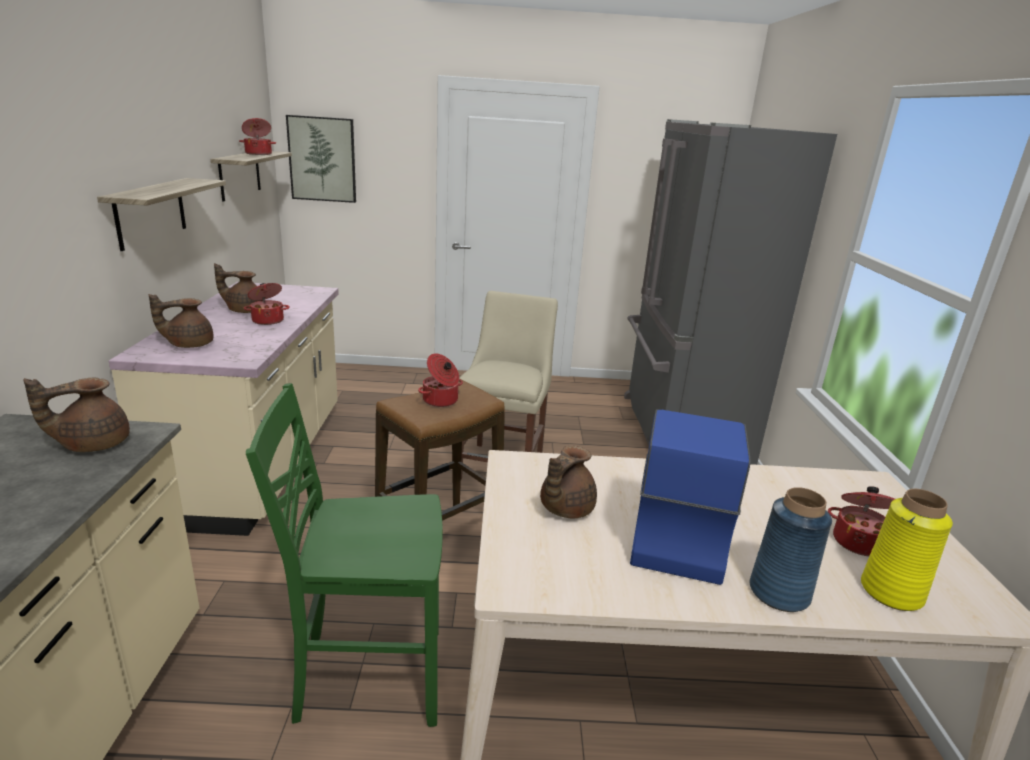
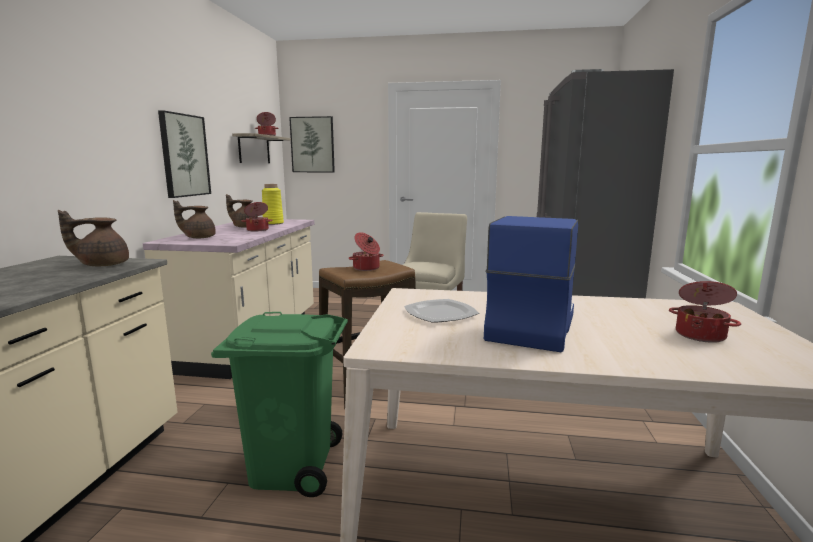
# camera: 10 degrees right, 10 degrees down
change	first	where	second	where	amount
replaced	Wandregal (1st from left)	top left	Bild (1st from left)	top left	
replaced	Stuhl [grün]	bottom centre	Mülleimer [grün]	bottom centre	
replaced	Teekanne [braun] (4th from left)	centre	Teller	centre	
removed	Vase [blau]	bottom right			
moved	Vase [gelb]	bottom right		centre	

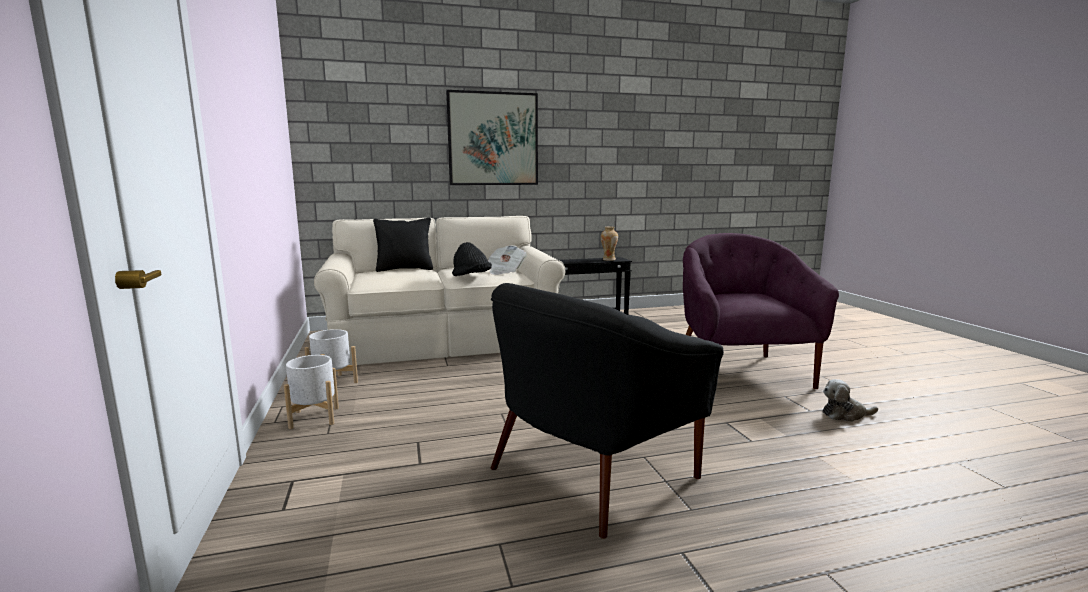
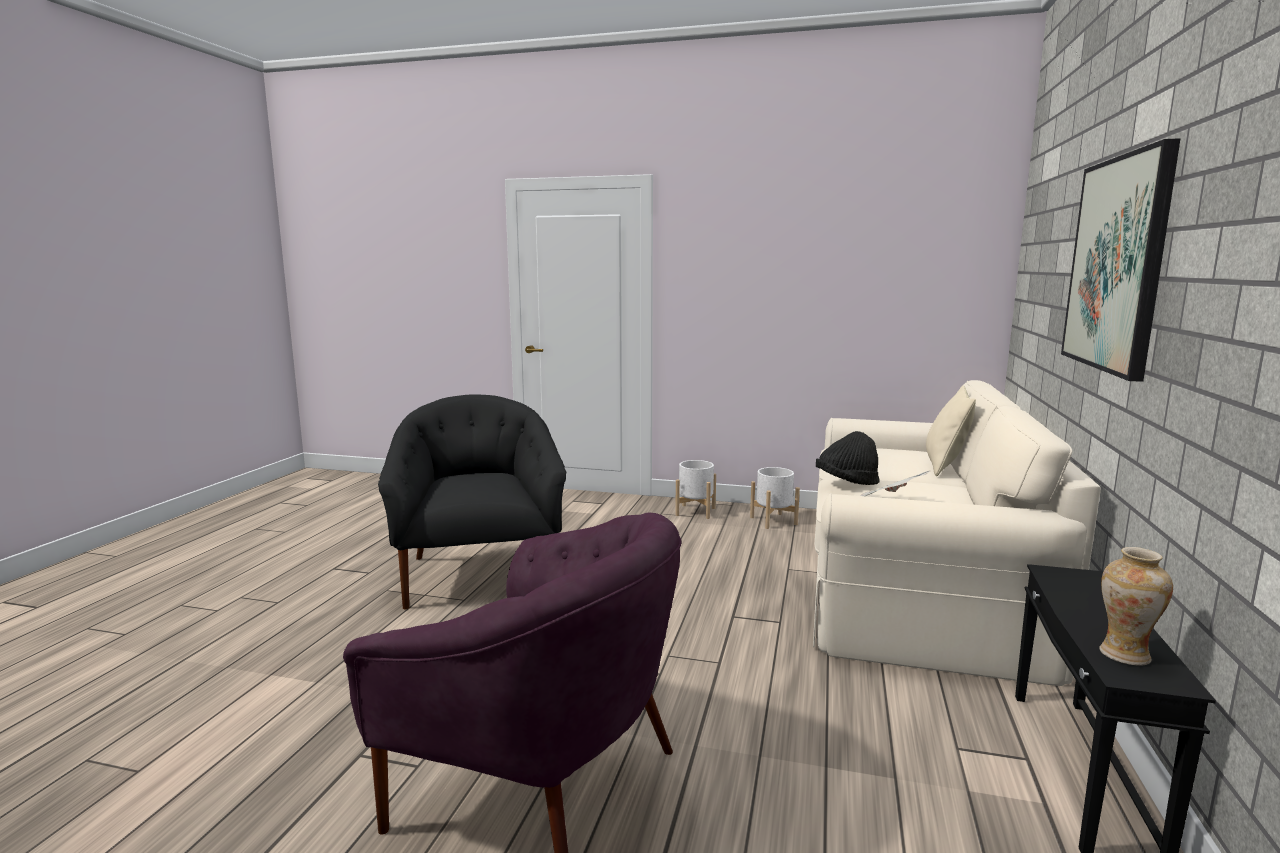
# camera: 120 degrees right, 0 degrees up
change	first	where	second	where	amount
recoloured	Kissen [schwarz]	centre	Kissen [beige]	middle right	
removed	Plüschtier	bottom right			

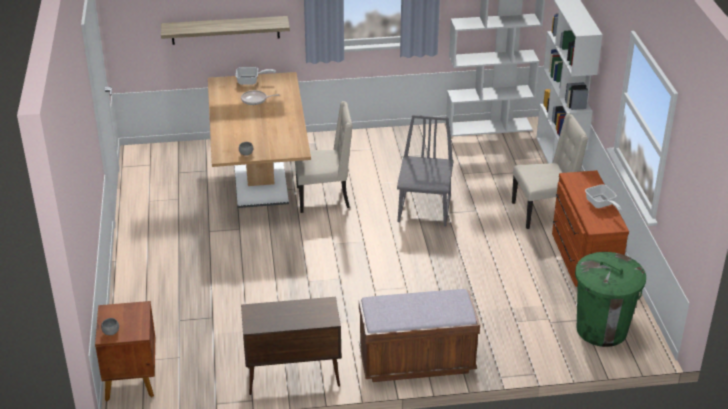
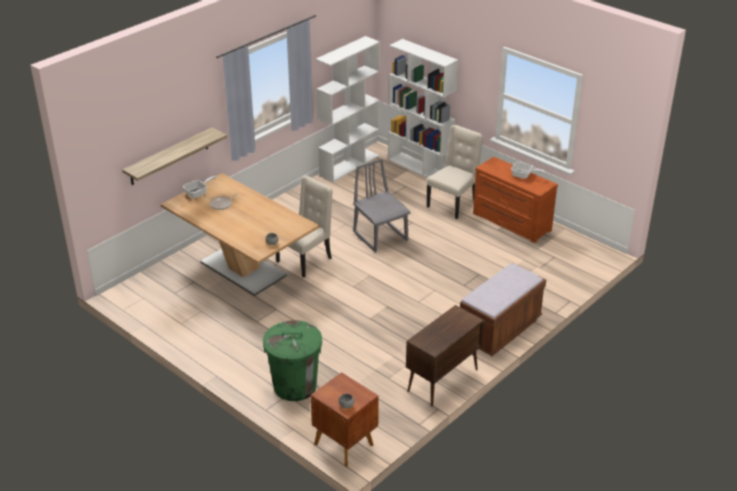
# camera: 40 degrees left, 0 degrees up
change	first	where	second	where	amount
moved	Mülleimer [grün]	bottom right		bottom centre	

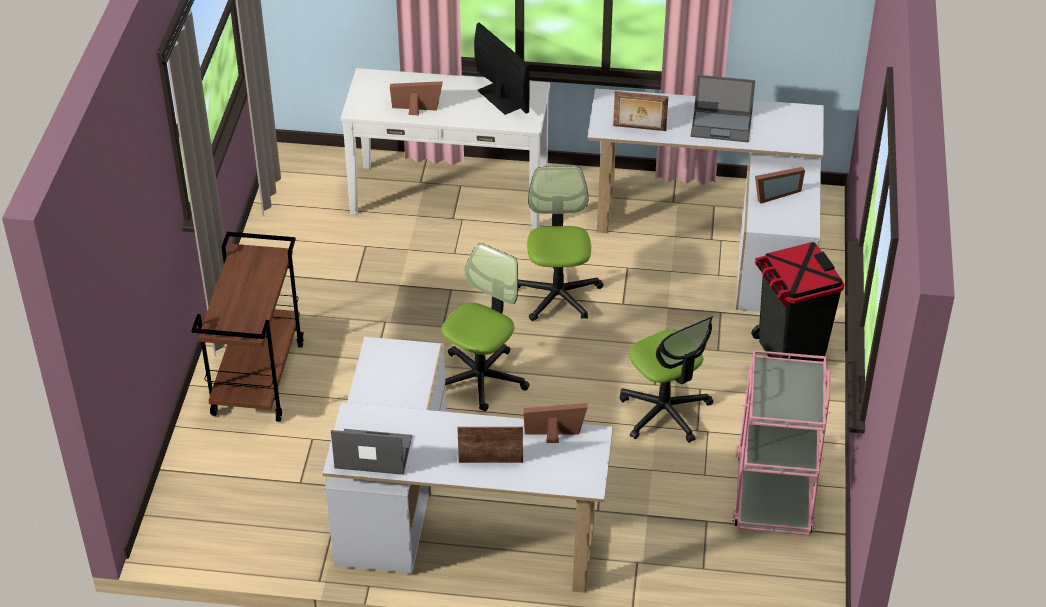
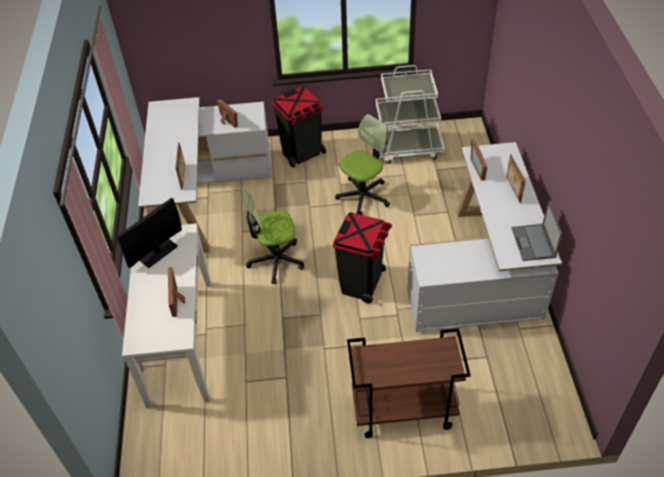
# camera: 100 degrees left, 5 degrees up
change	first	where	second	where	amount
removed	Laptop (2nd from left)	top right			
replaced	Bürostuhl (1st from left)	centre	Mülleimer [schwarz] (2nd from left)	centre	
recoloured	Rollwagen [rosa]	bottom right	Rollwagen [weiß]	top centre	

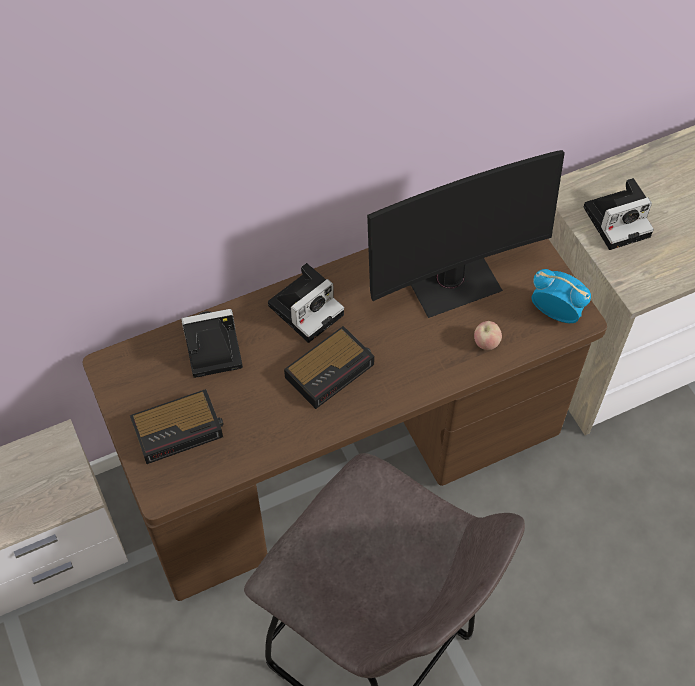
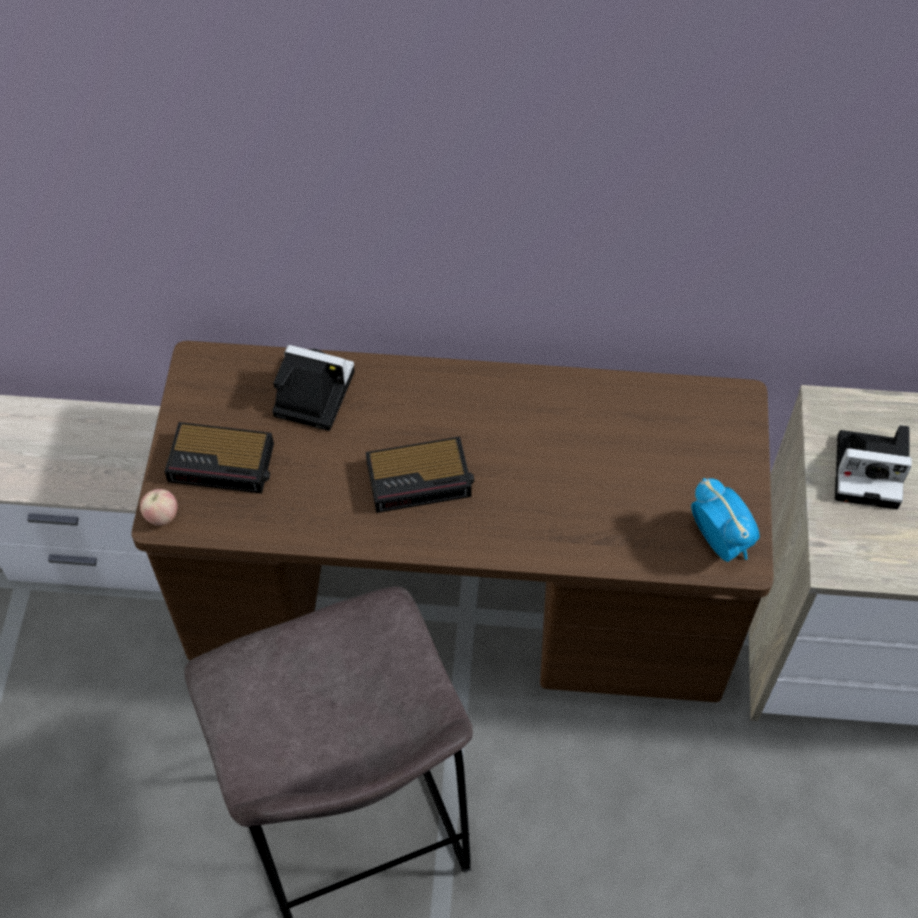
# camera: 30 degrees right, 0 degrees up
change	first	where	second	where	amount
removed	Monitor	middle right			
removed	Kamera (2nd from left)	centre			
moved	Apfel	middle right		middle left	

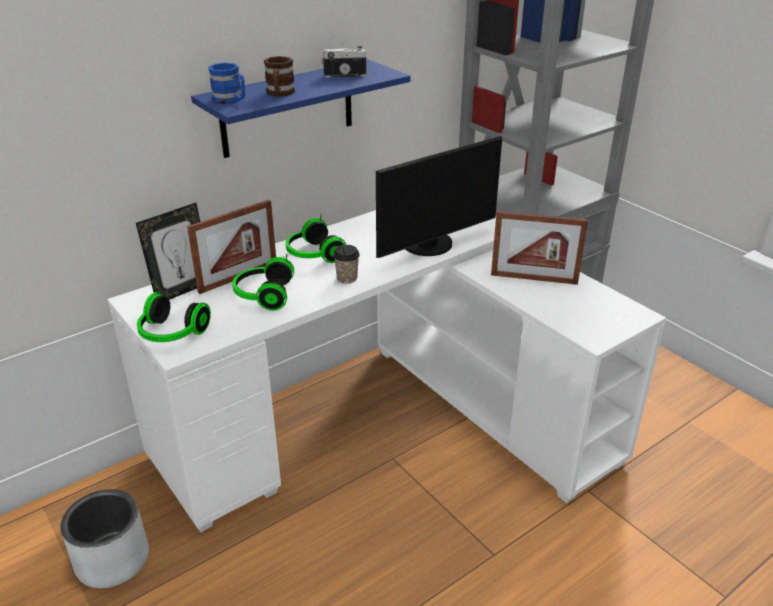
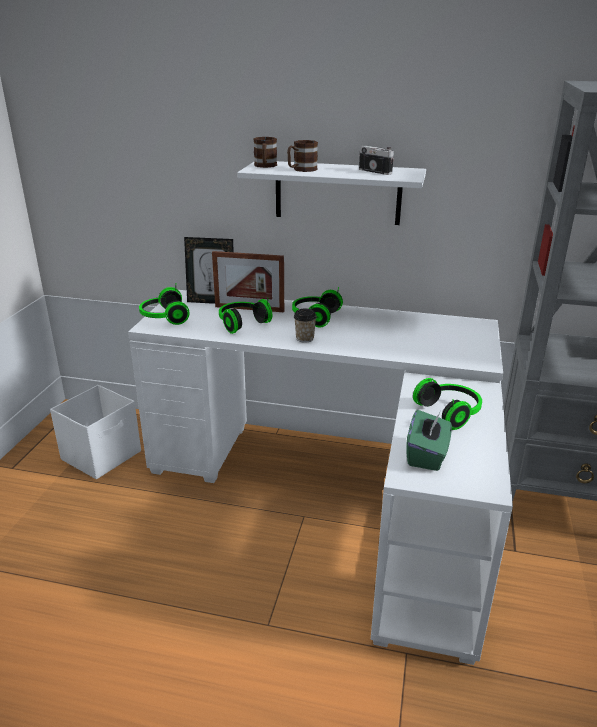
# camera: 50 degrees right, 5 degrees down
change	first	where	second	where	amount
recoloured	Wandregal [blau]	top centre	Wandregal [weiß]	top centre	
recoloured	Henkelbecher [blau]	top left	Henkelbecher [braun] (1st from left)	top centre	
removed	Monitor	top centre			
replaced	Bilderrahmen (3rd from left)	middle right	Kopfhörer (4th from left)	middle right	
replaced	Pflanzkübel [grau]	bottom left	Aufbewahrungsbox [weiß]	middle left	
added			Taschentuchbox [grün]	middle right	

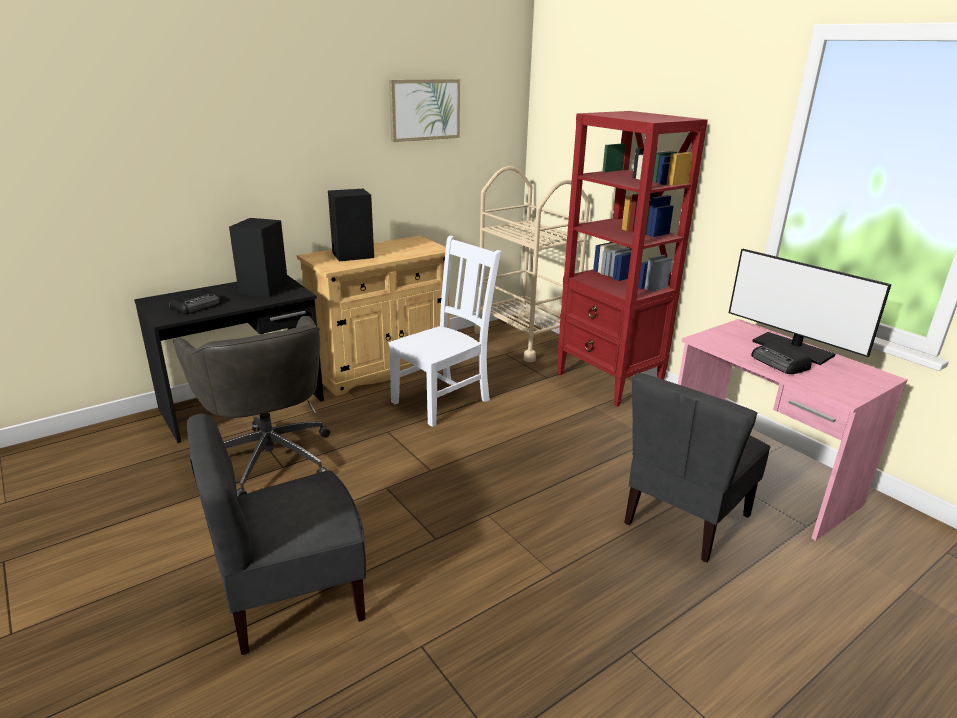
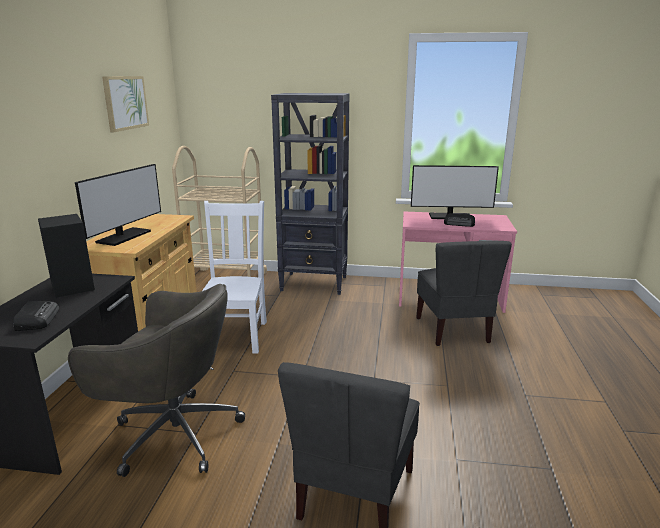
# camera: 45 degrees left, 5 degrees down
change	first	where	second	where	amount
recoloured	Bücherregal [rot]	centre	Bücherregal [schwarz]	centre	
replaced	Lautsprecher [schwarz] (2nd from left)	top centre	Monitor (1st from left)	middle left	

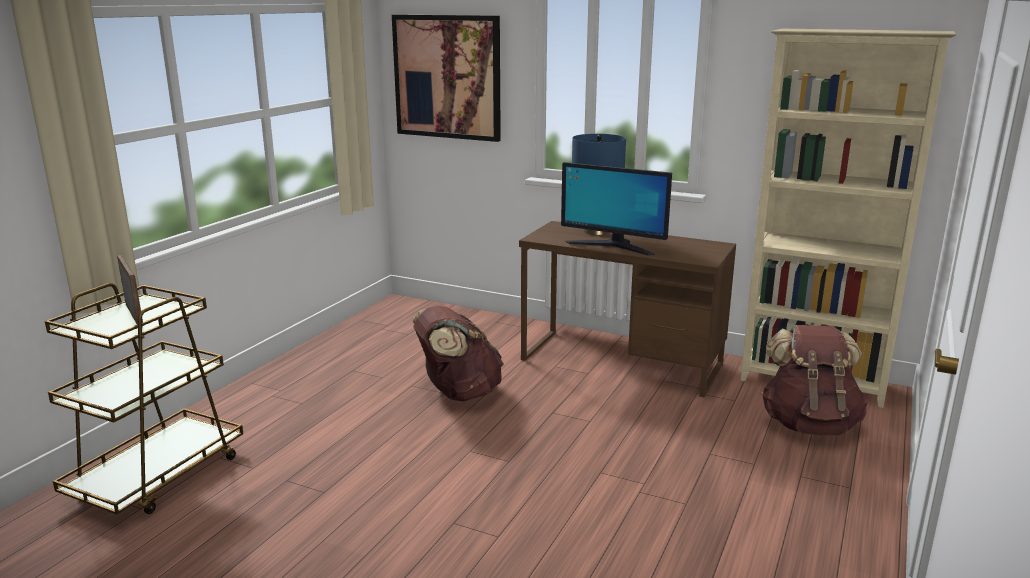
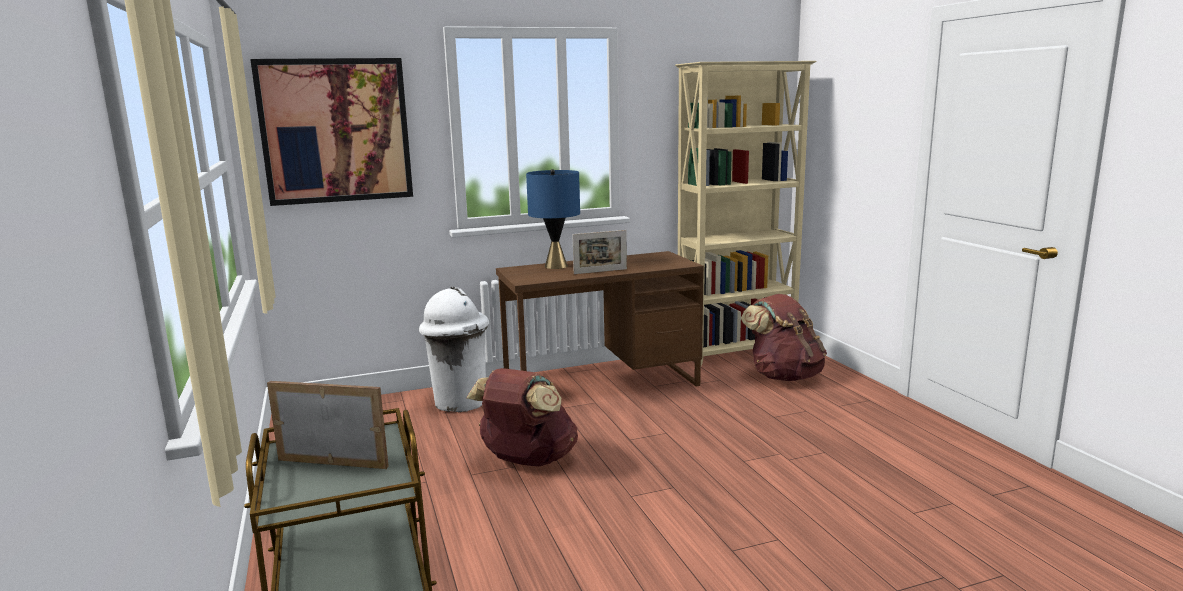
# camera: 45 degrees left, 5 degrees down
change	first	where	second	where	amount
replaced	Monitor	centre	Bilderrahmen (2nd from left)	centre	
added			Mülleimer [weiß]	centre	

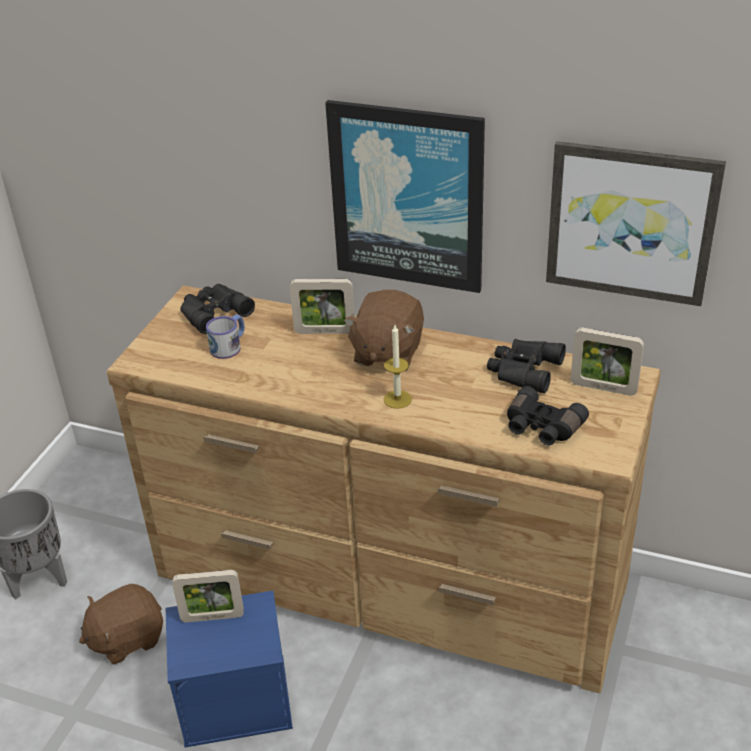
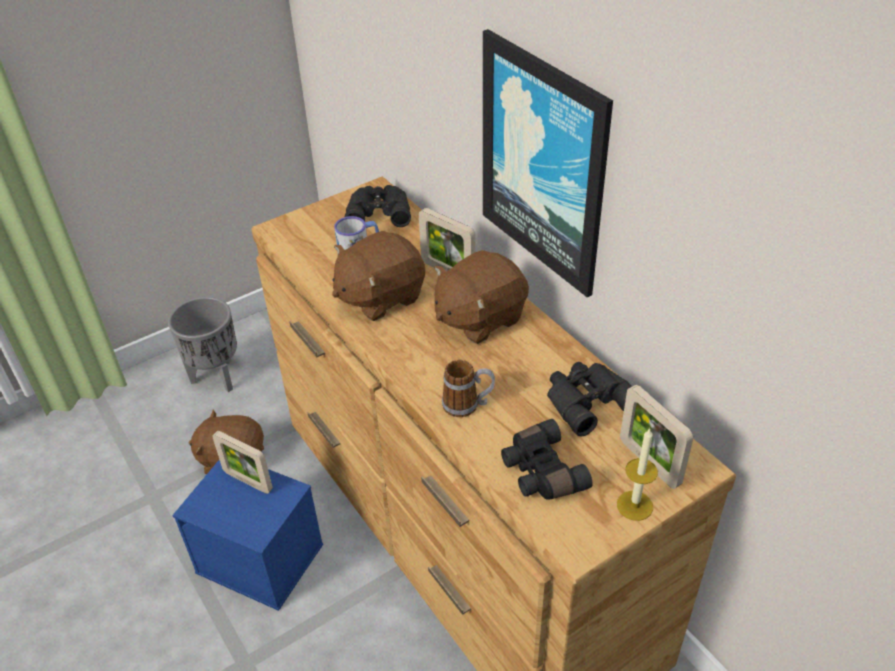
# camera: 35 degrees right, 5 degrees up
change	first	where	second	where	amount
removed	Bild (2nd from left)	top right			
moved	Kerze	centre		bottom right	
added			Plüschtier [braun] (2nd from left)	centre	
added			Henkelbecher (2nd from left)	centre	

